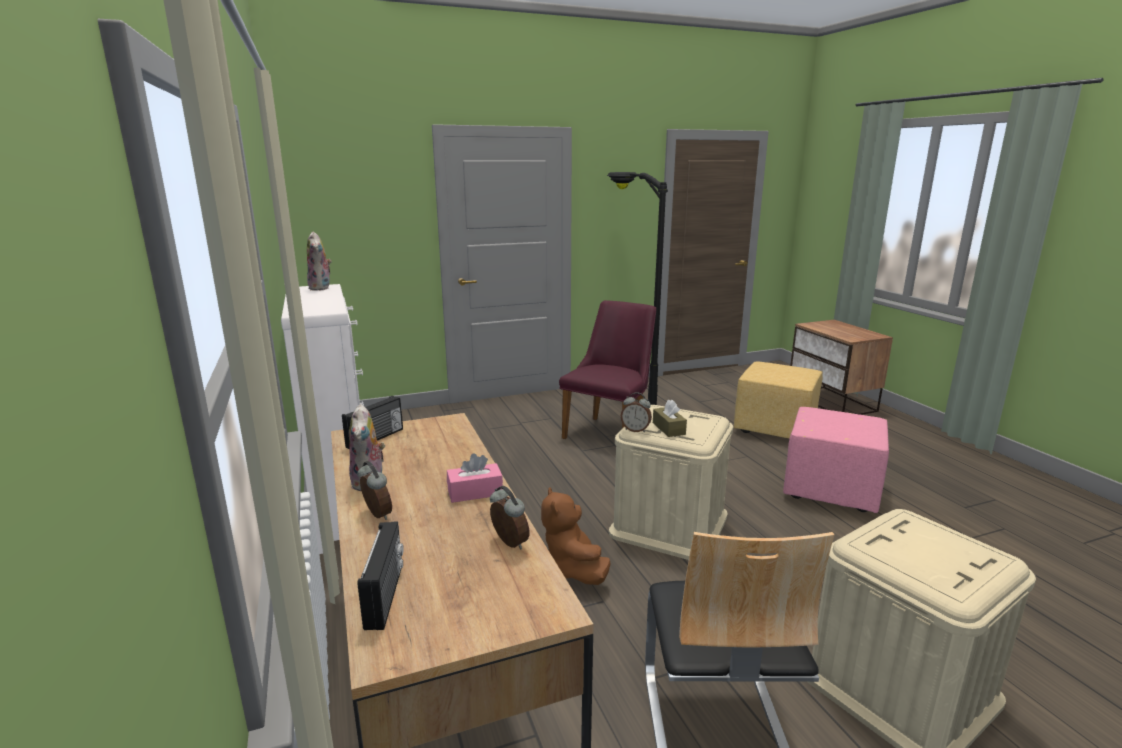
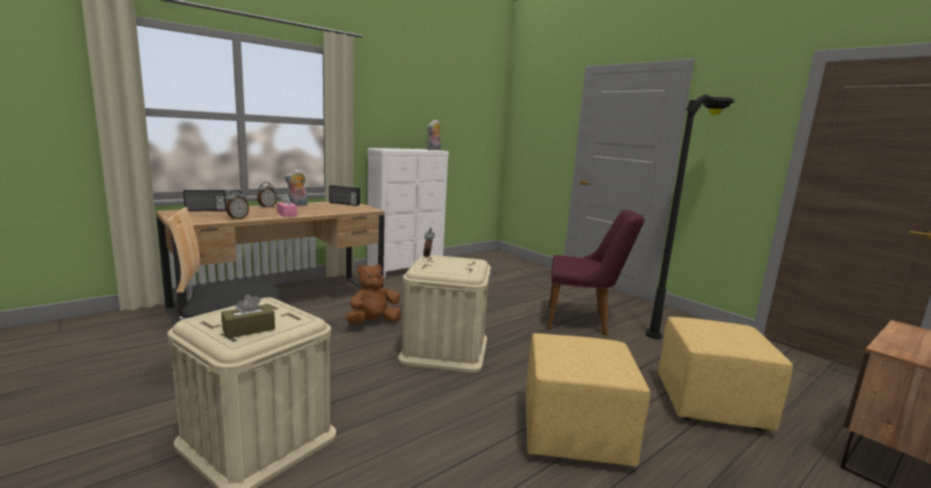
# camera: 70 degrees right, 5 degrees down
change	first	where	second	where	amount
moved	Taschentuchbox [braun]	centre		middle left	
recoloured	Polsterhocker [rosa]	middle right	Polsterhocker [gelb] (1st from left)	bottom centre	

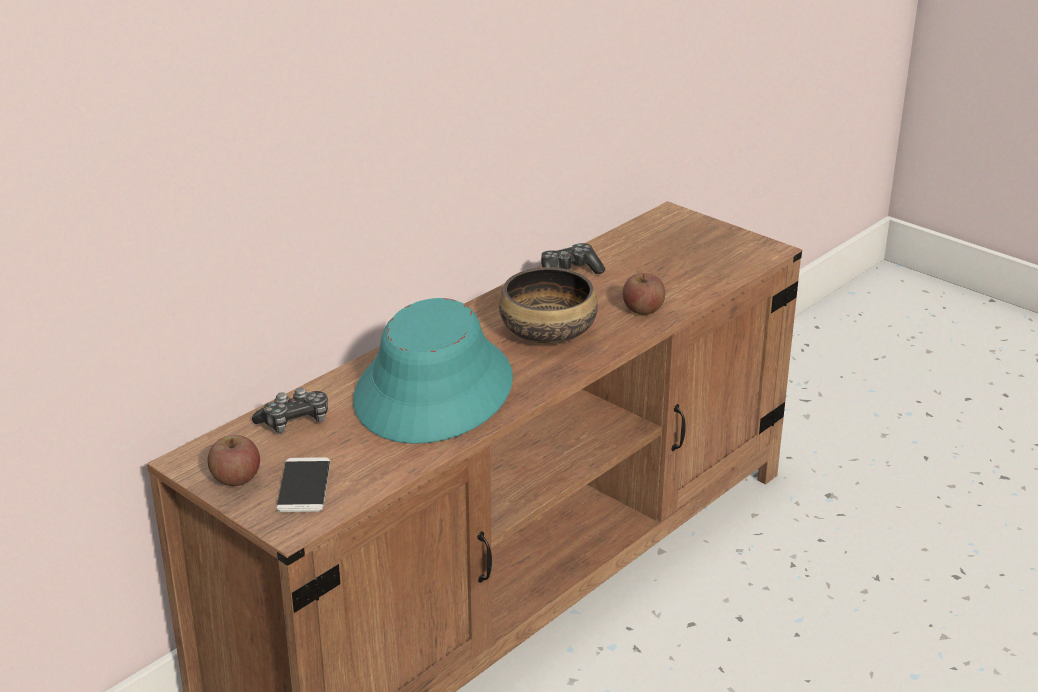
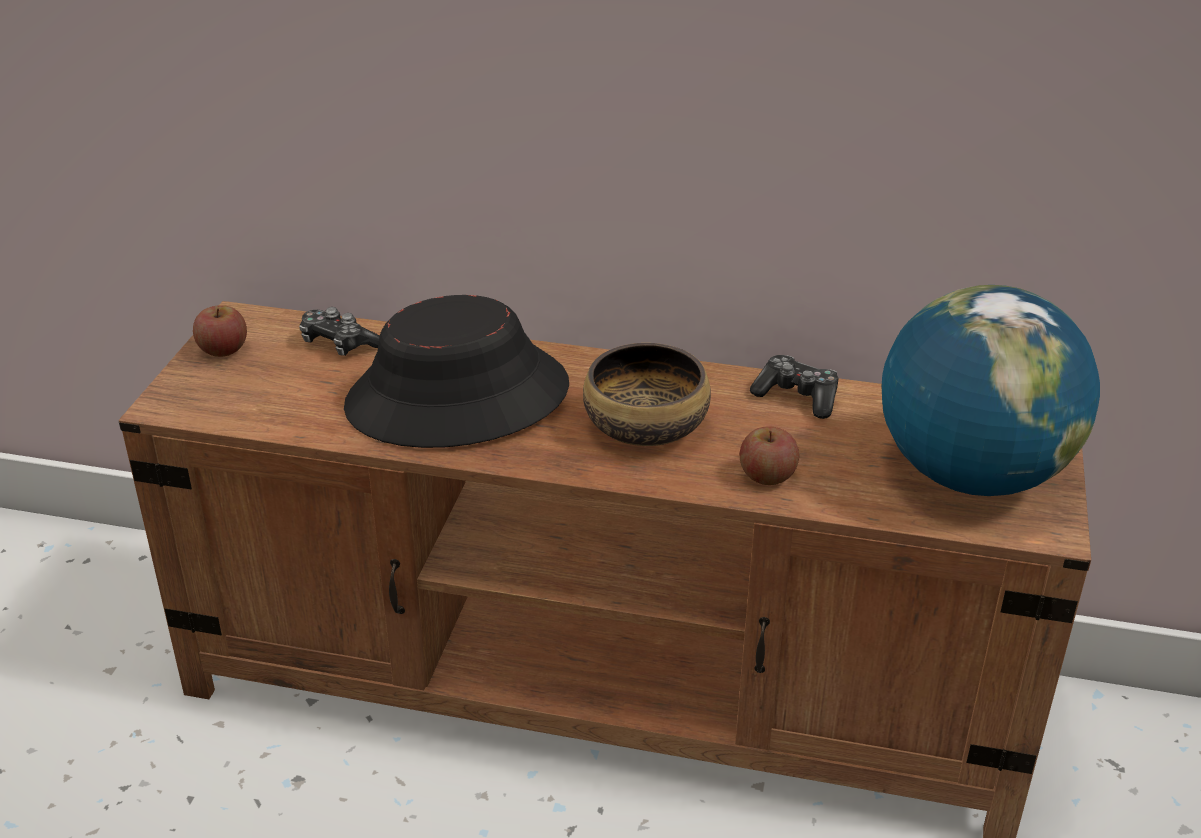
# camera: 60 degrees right, 5 degrees up
change	first	where	second	where	amount
recoloured	Hut [türkis]	centre	Hut [schwarz]	centre	
removed	Handy	bottom left			
added			Globus	middle right	

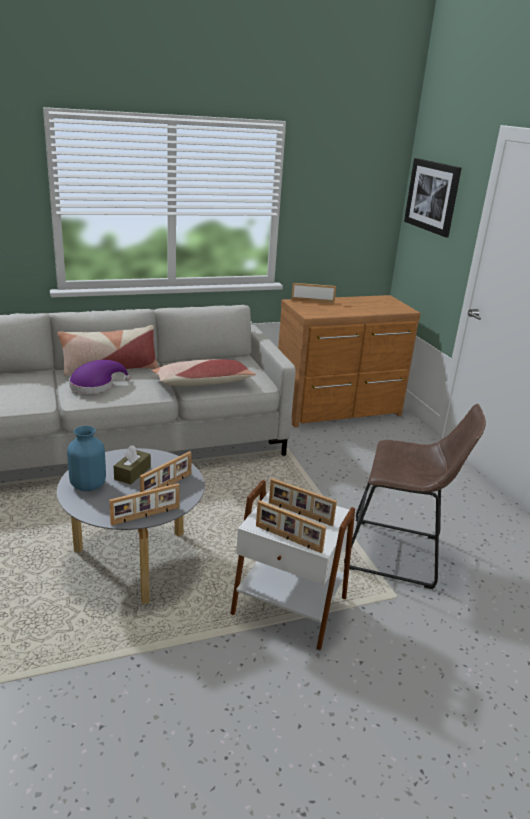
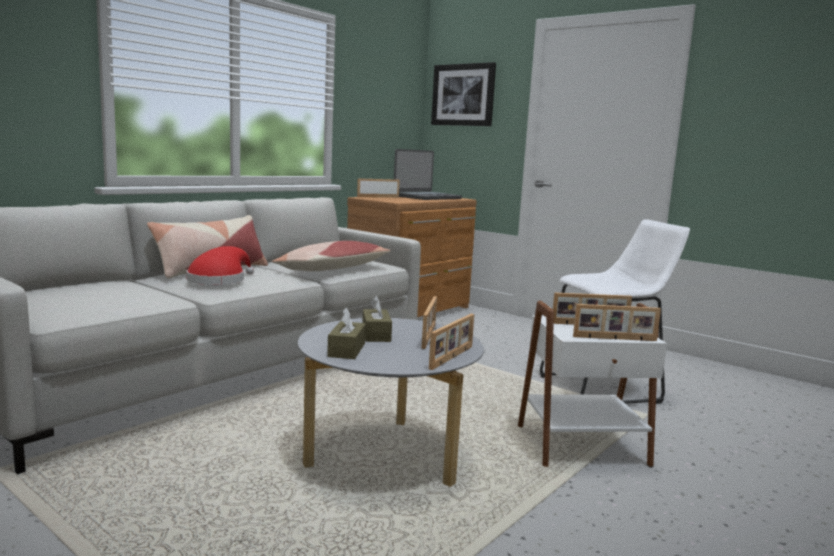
# camera: 30 degrees left, 15 degrees down
change	first	where	second	where	amount
recoloured	Hut [lila]	middle left	Hut [rot]	middle left	
recoloured	Hocker [braun]	middle right	Hocker [weiß]	middle right	
replaced	Vase [blau]	middle left	Taschentuchbox [braun] (1st from left)	centre	
added			Laptop	top centre	

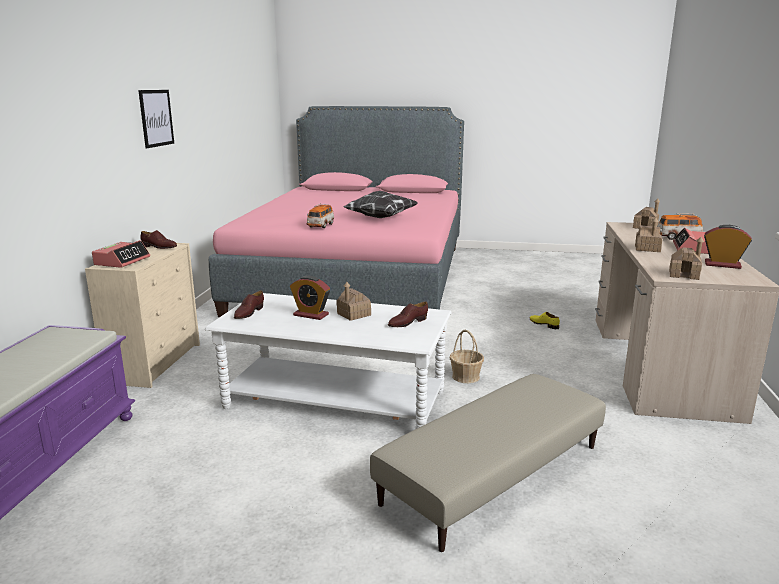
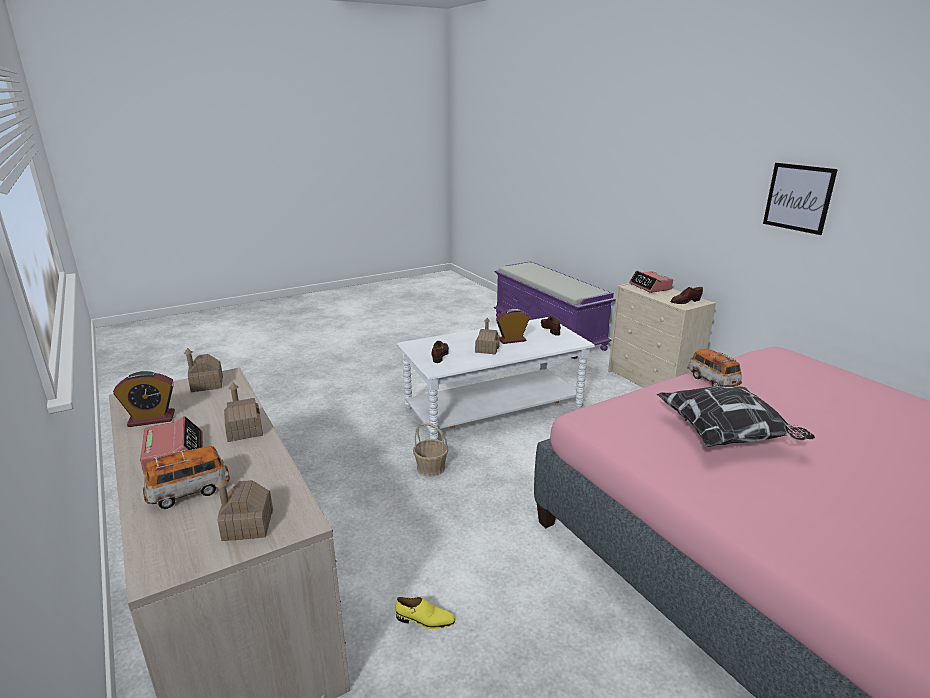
# camera: 140 degrees right, 5 degrees up
change	first	where	second	where	amount
removed	Polsterhocker [beige]	bottom centre			

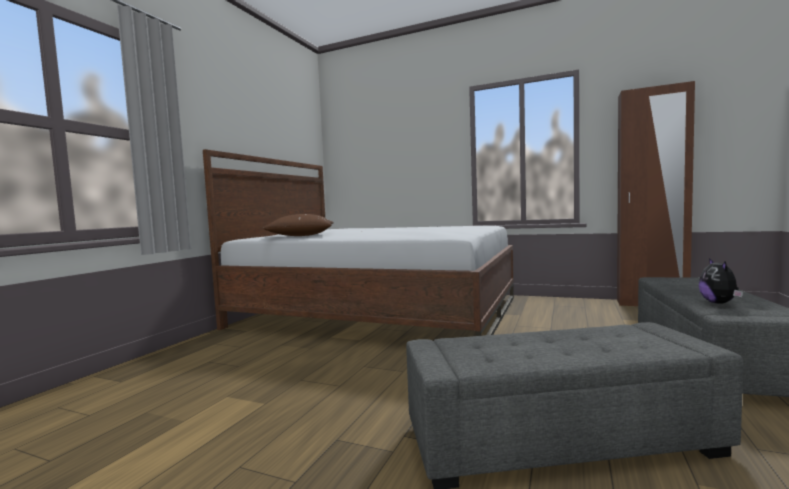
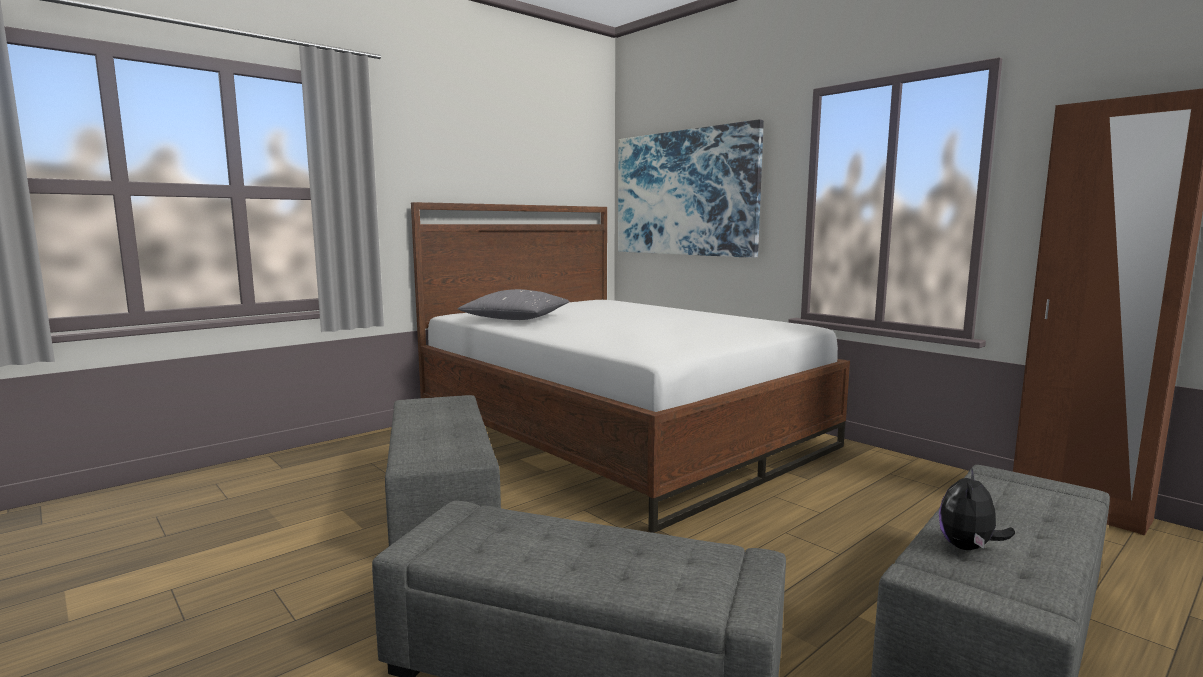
# camera: 25 degrees right, 5 degrees up
change	first	where	second	where	amount
recoloured	Kissen [braun]	centre	Kissen [grau]	centre	
added			Bild	top centre	
added			Polsterhocker [grau] (1st from left)	bottom centre	

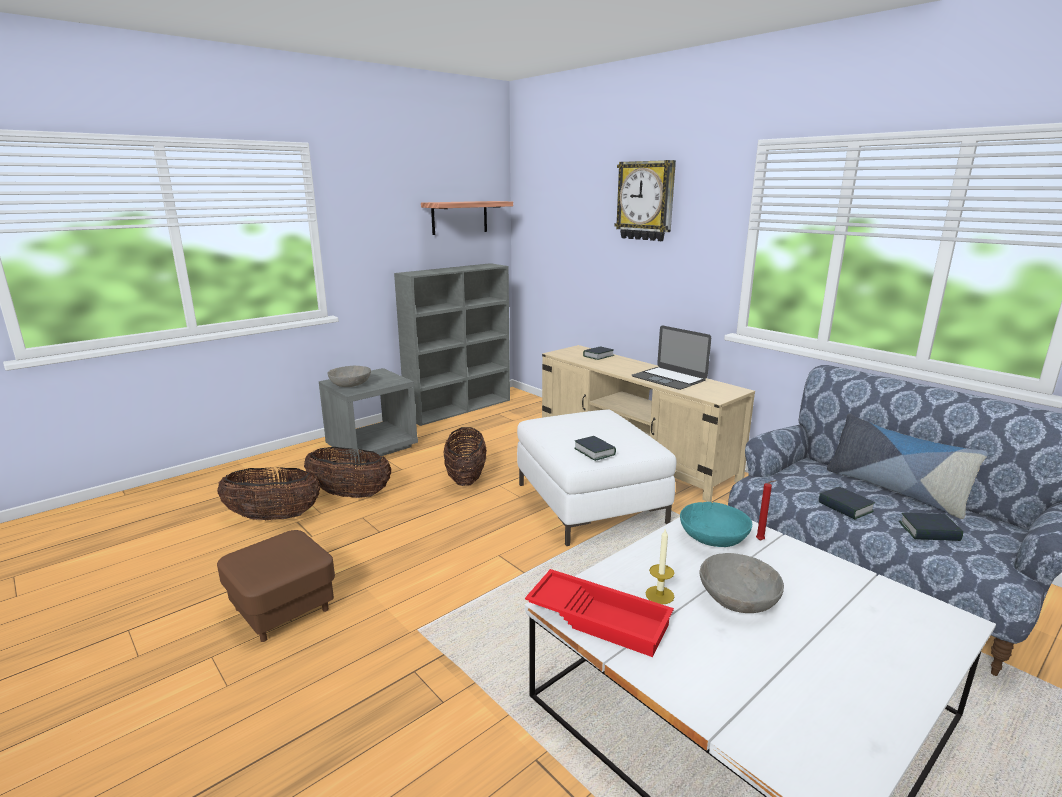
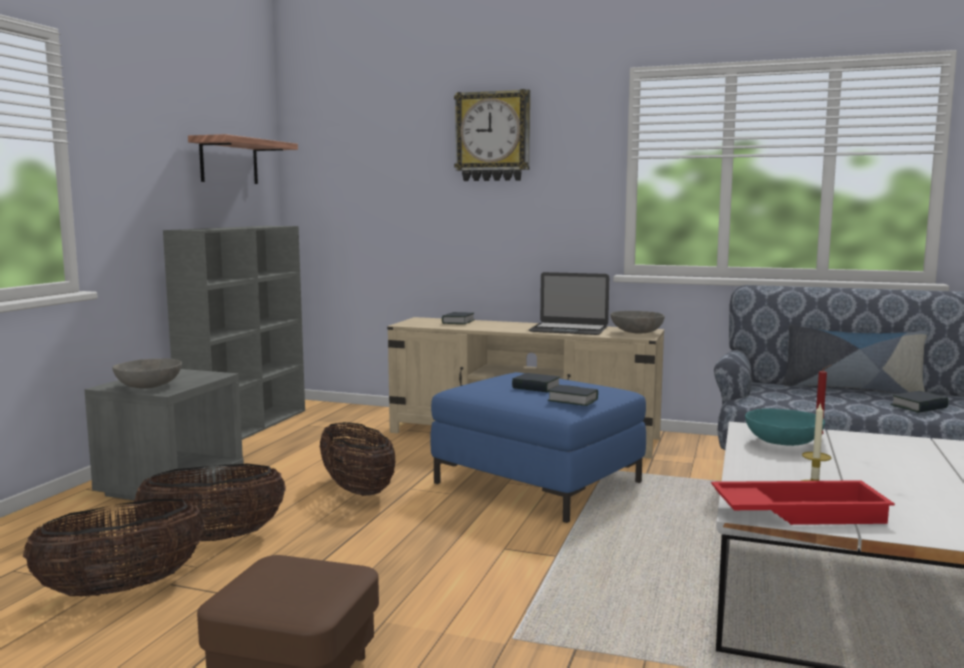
# camera: 30 degrees left, 10 degrees down
change	first	where	second	where	amount
recoloured	Polsterhocker [weiß]	centre	Polsterhocker [blau]	bottom centre	
moved	Buch (3rd from left in the first image)	middle right	Buch (2nd from left)	centre	
moved	Schüssel [grau] (2nd from left)	bottom right		centre	

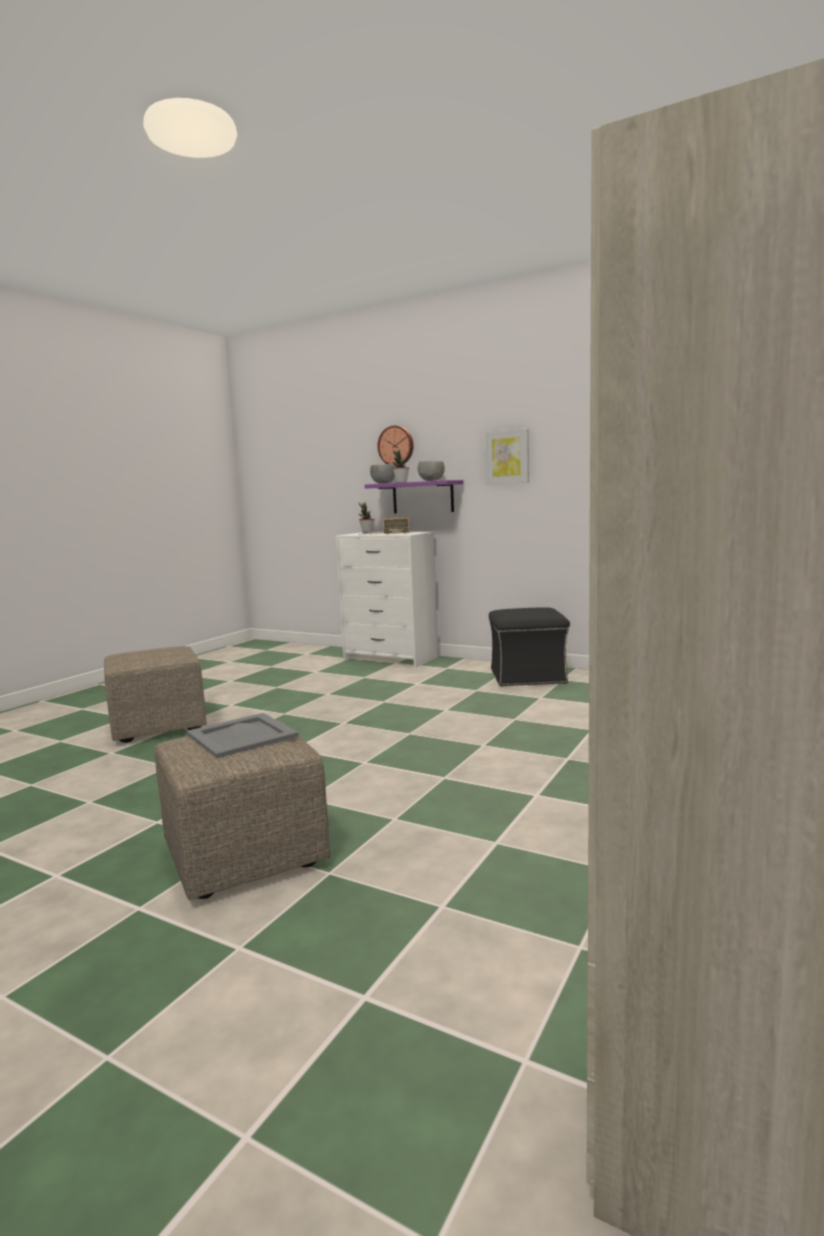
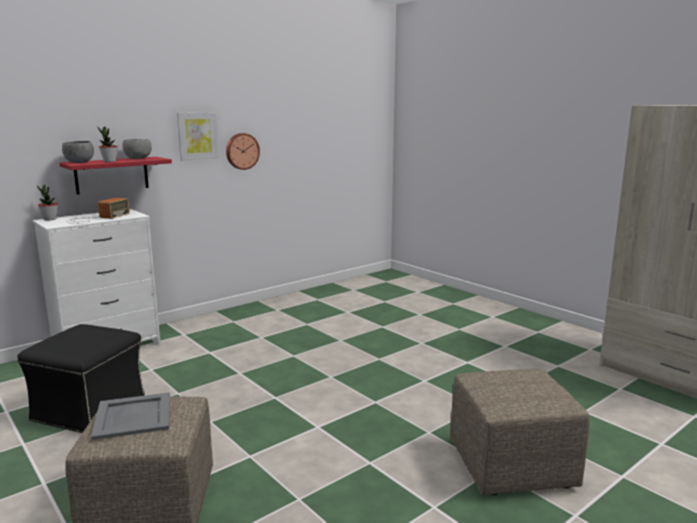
# camera: 70 degrees left, 5 degrees up
change	first	where	second	where	amount
moved	Wanduhr	centre		top centre	
recoloured	Wandregal [lila]	centre	Wandregal [rot]	middle left	
moved	Polsterhocker [schwarz]	centre		bottom left	
moved	Tablett [grau]	middle left		bottom left	

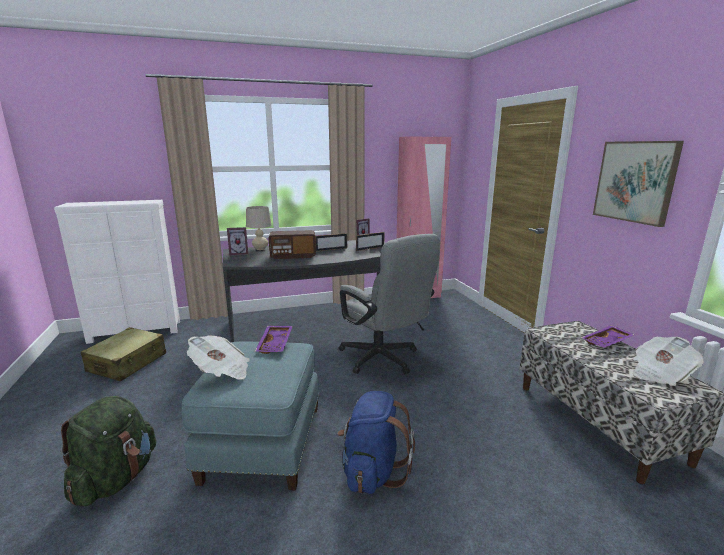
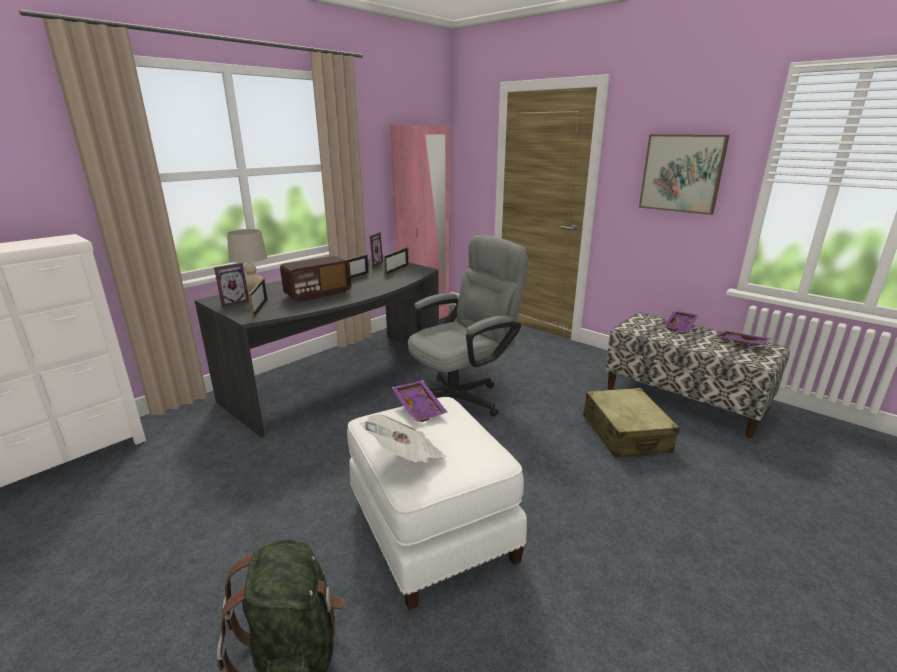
# camera: 30 degrees left, 5 degrees up
change	first	where	second	where	amount
turned	Bürostuhl [grau]	centre		centre	60 degrees counterclockwise
moved	Koffer [beige]	middle left		middle right	
replaced	Zeitung (2nd from left)	middle right	Tablett [lila] (3rd from left)	middle right	
recoloured	Polsterhocker [blau]	bottom centre	Polsterhocker [weiß]	bottom centre	
removed	Rucksack [blau]	bottom centre			
added			Bilderrahmen (2nd from left)	middle left	

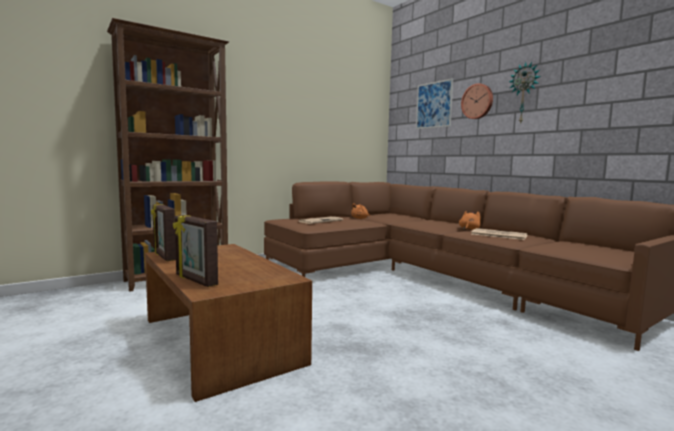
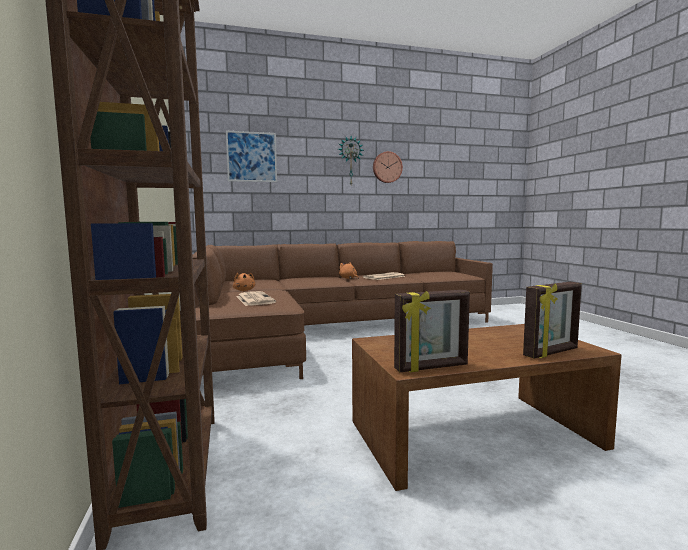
# camera: 70 degrees left, 0 degrees up
change	first	where	second	where	amount
moved	Wanduhr (1st from left in the first image)	top right	Wanduhr (2nd from left)	top centre	

